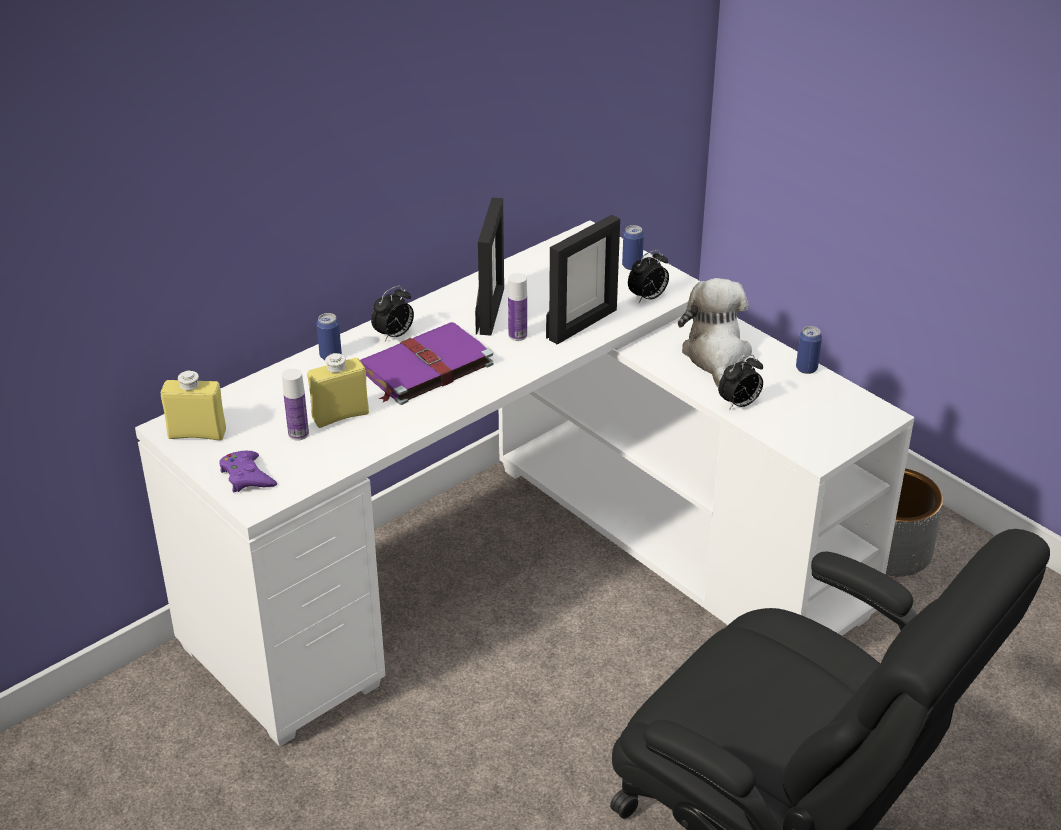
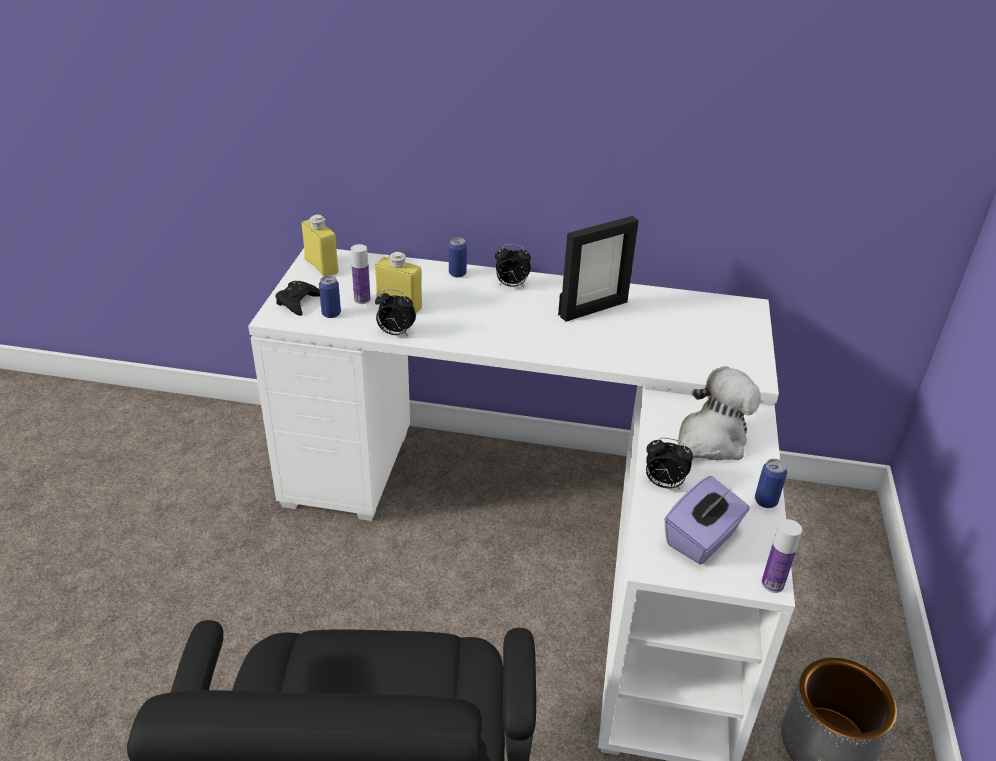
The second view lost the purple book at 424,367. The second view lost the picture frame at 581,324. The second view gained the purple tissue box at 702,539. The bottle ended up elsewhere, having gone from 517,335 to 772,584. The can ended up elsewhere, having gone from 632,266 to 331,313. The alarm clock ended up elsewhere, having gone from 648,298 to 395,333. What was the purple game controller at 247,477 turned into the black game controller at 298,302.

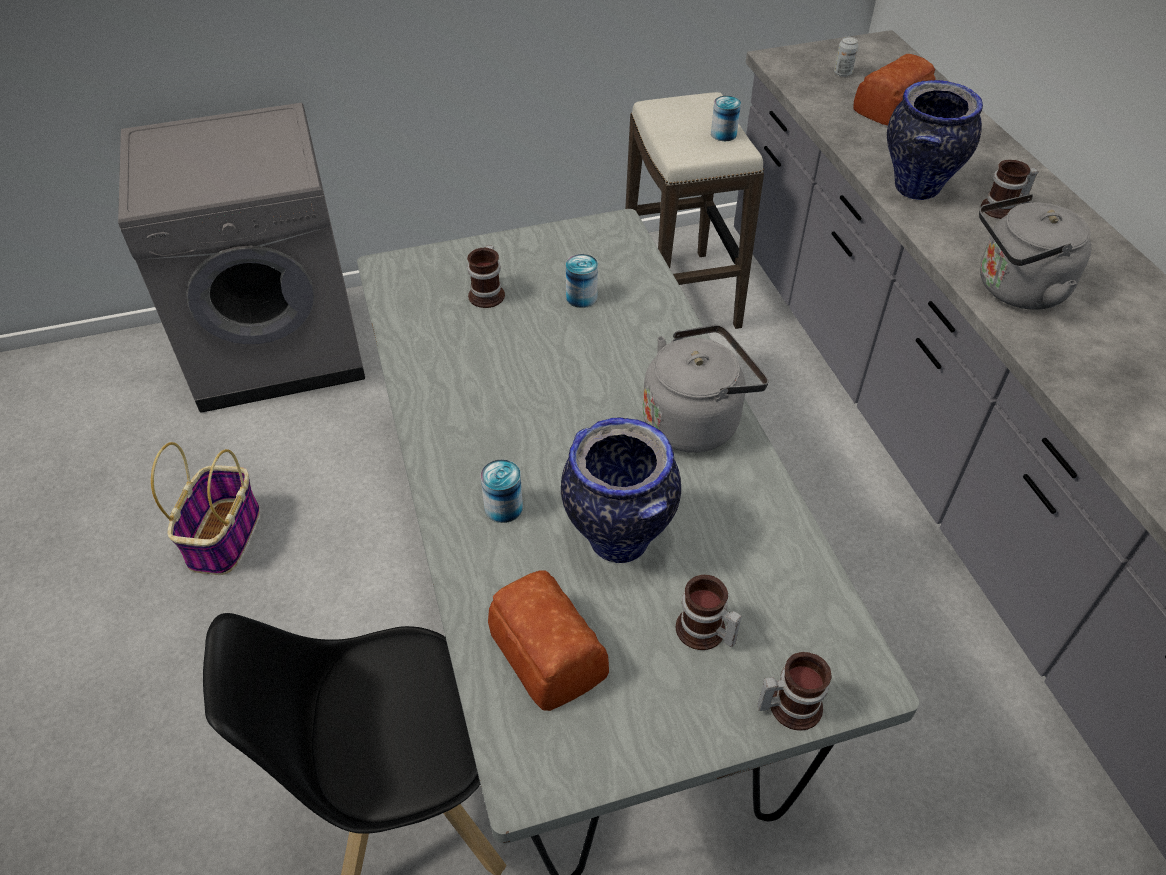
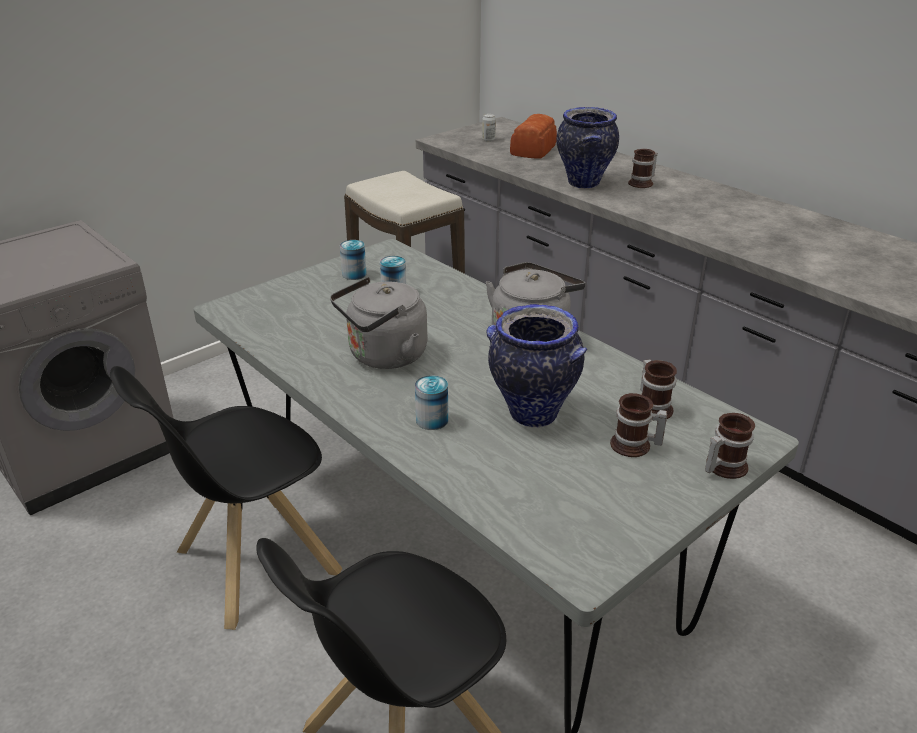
The second view lost the basket at 224,535. The second view lost the bread at 547,655. The second view gained the black chair at 253,563. The mug ended up elsewhere, having gone from 489,293 to 653,407. The can ended up elsewhere, having gone from 723,134 to 354,274. The grey kettle ended up elsewhere, having gone from 1015,289 to 384,356.

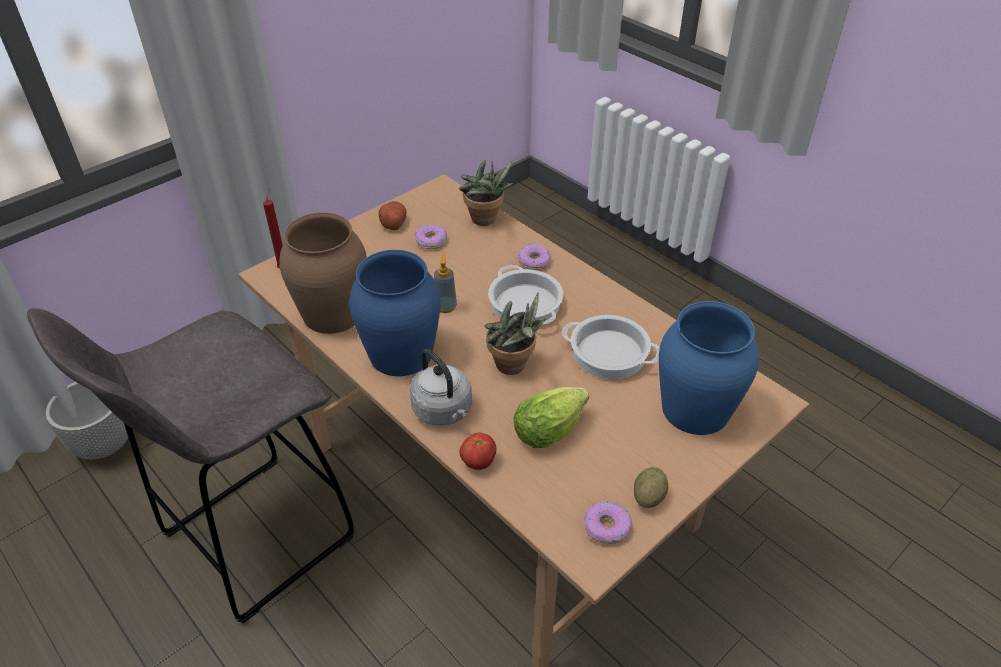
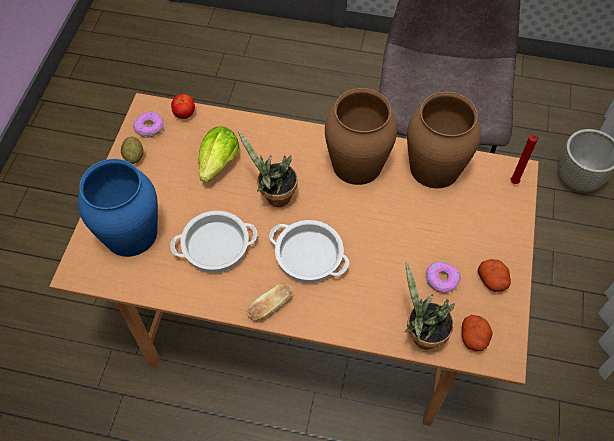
The second view lost the grey kettle at 444,411. The second view lost the soap dispenser at 445,307. The second view lost the donut at 534,261. The second view gained the bread at 270,306. The second view gained the potato at 474,338. The tomato ended up elsewhere, having gone from 478,462 to 184,114. What was the blue vase at 401,354 turned into the brown vase at 356,164.

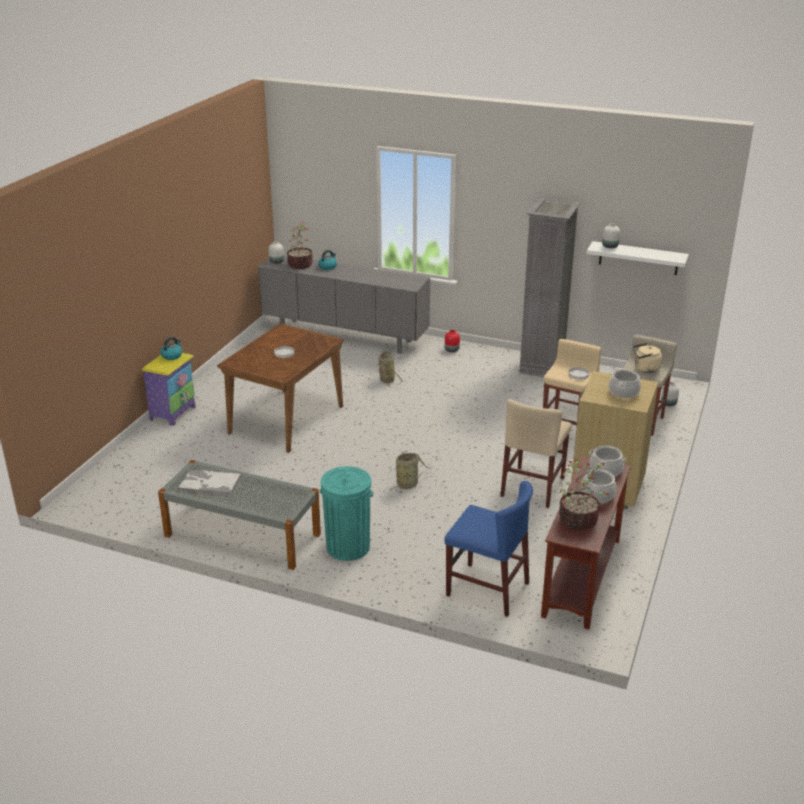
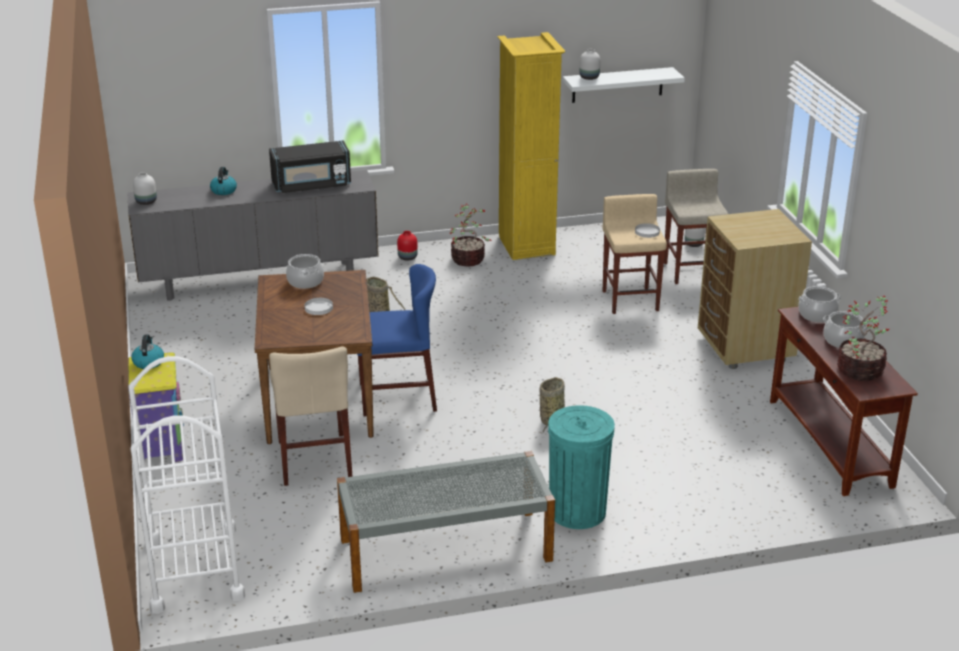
The second view lost the tray at 209,482. The second view lost the beige kettle at 645,369. The second view gained the white cart at 194,568. The second view gained the black microwave at 311,185. The potted plant ended up elsewhere, having gone from 300,265 to 469,260. The blue chair ended up elsewhere, having gone from 487,589 to 397,397. The beige chair ended up elsewhere, having gone from 533,486 to 314,459. The cooking pot ended up elsewhere, having gone from 623,392 to 305,281. What was the grey cabinet at 542,367 turned into the yellow cabinet at 527,246.

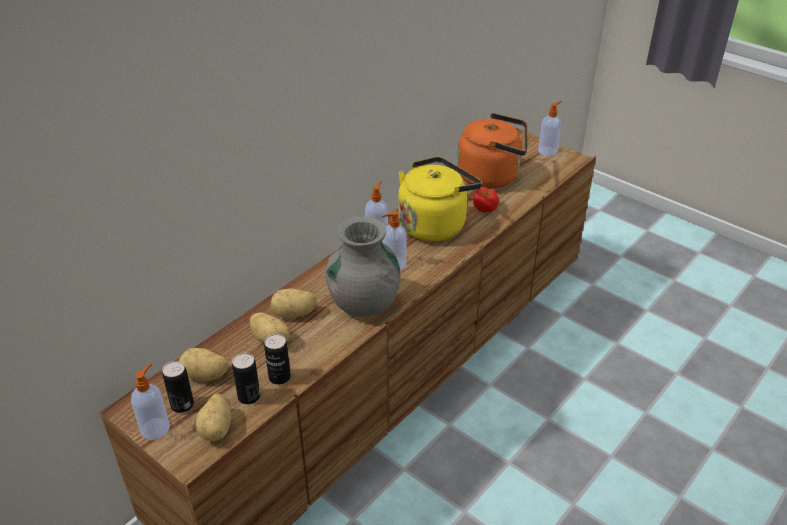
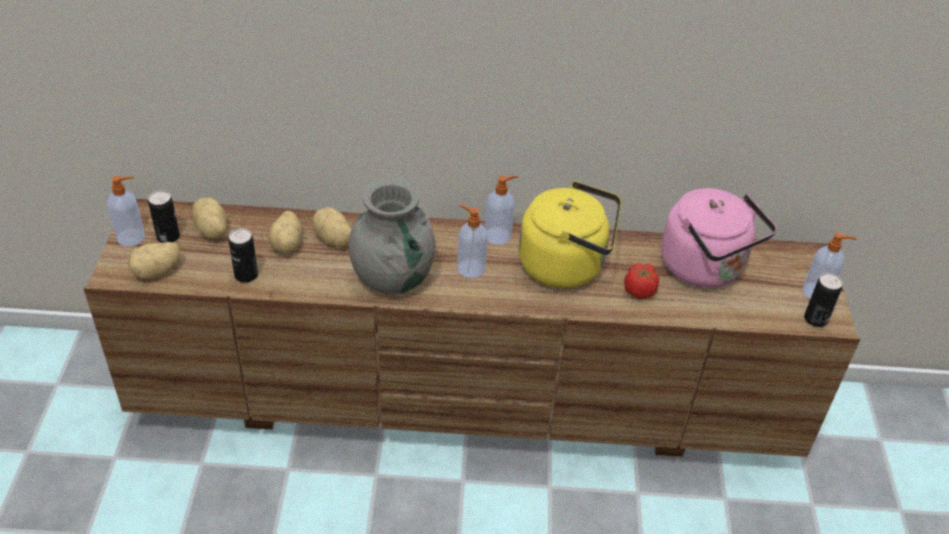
The can ended up elsewhere, having gone from 249,396 to 815,319. What was the orange kettle at 492,176 turned into the pink kettle at 706,268.

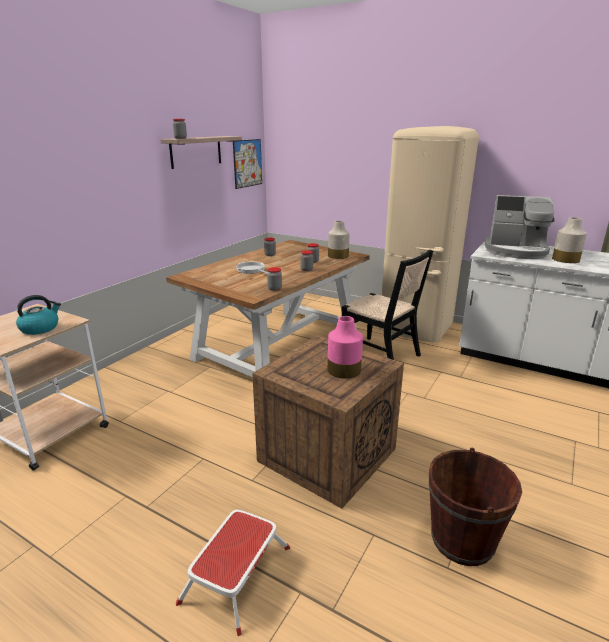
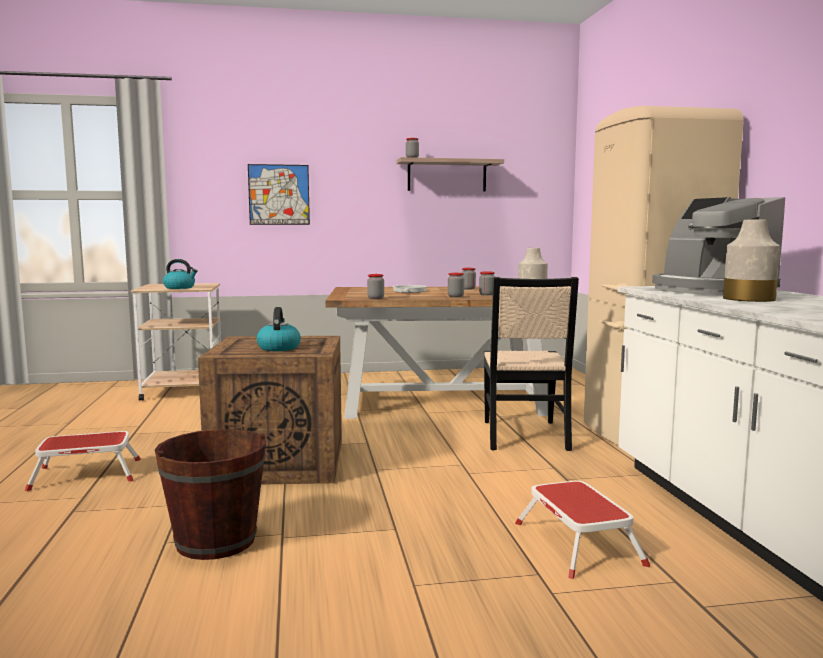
The second view gained the red step ladder at 577,543. The picture ended up elsewhere, having gone from 247,163 to 279,194. Where the pink vase stood at 344,370, the kettle came to stand at 278,348.

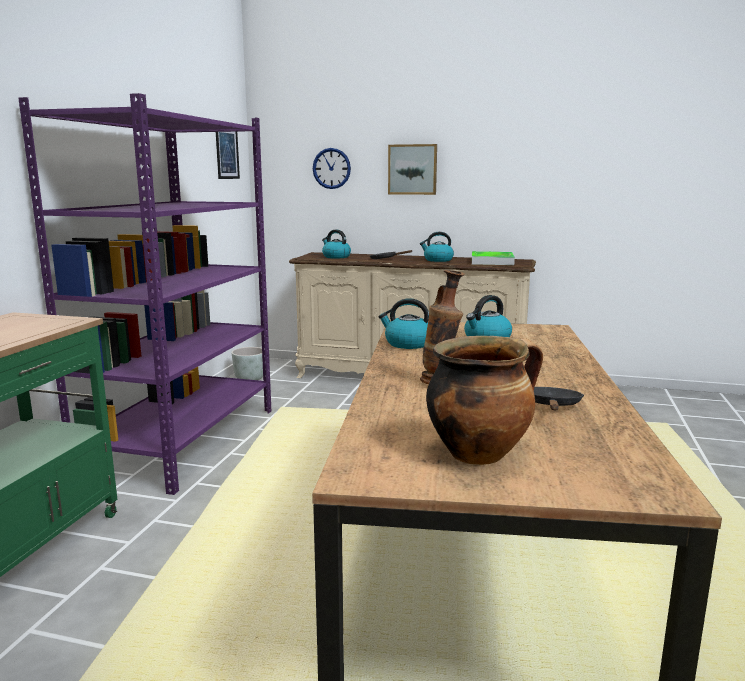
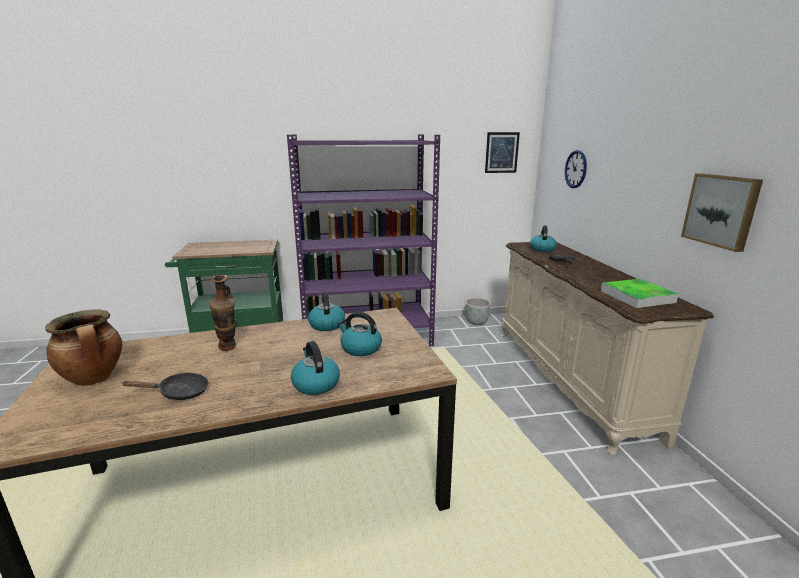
The picture ended up elsewhere, having gone from 412,169 to 721,210. The kettle ended up elsewhere, having gone from 437,260 to 315,384.

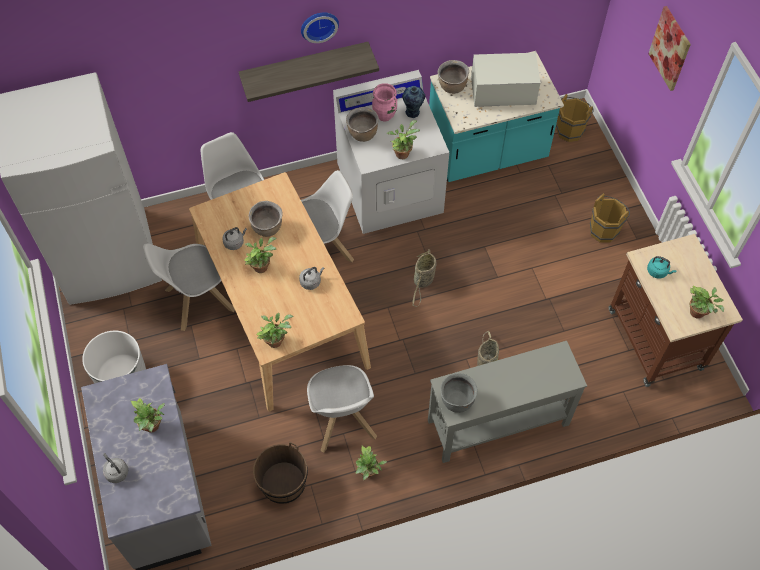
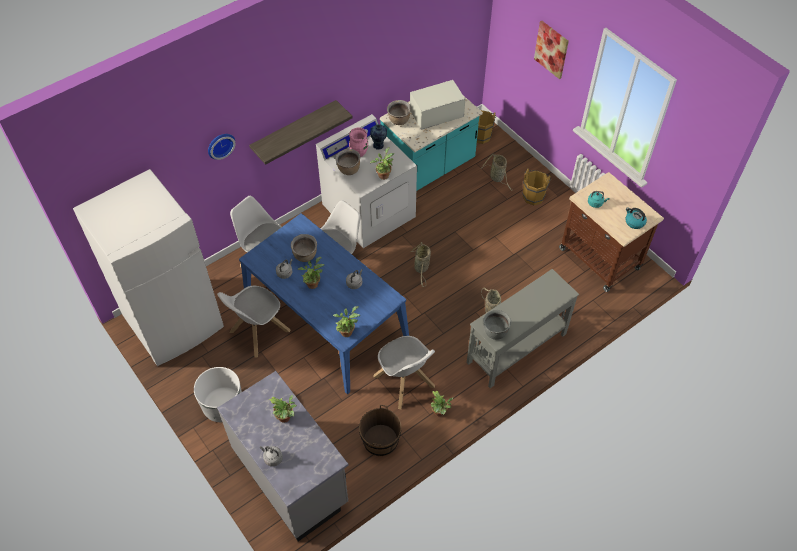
The second view gained the basket at 497,178. The wall clock ended up elsewhere, having gone from 318,25 to 220,144. Where the potted plant stood at 699,313, the kettle came to stand at 634,222. What was the beige dining table at 282,310 turned into the blue dining table at 326,320.

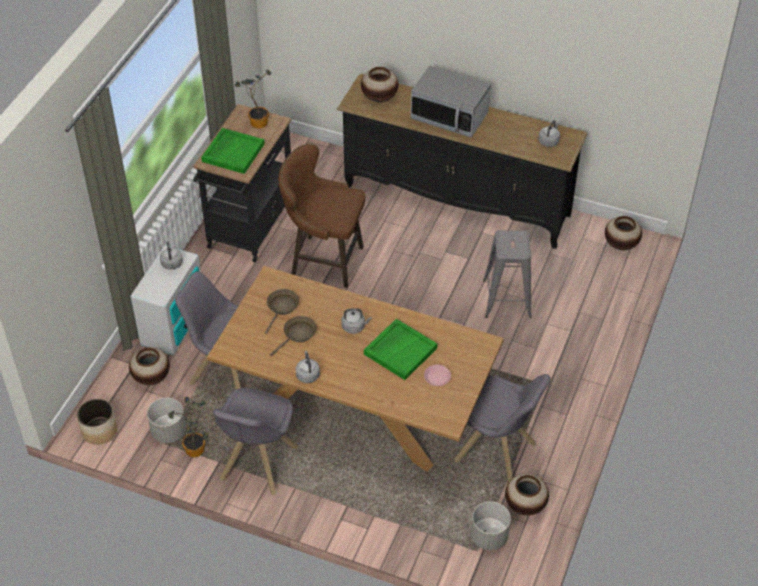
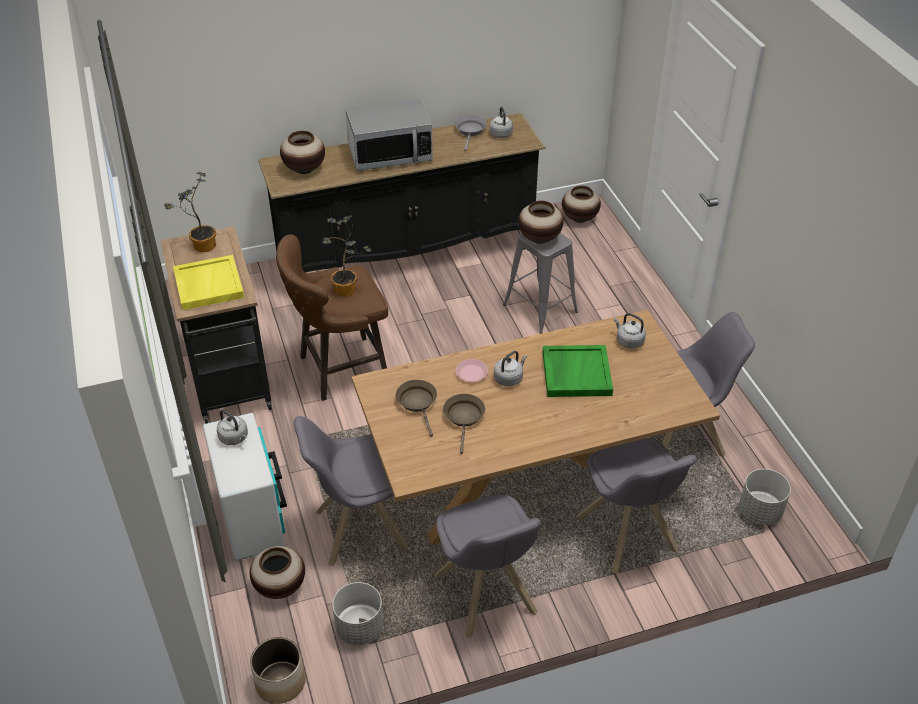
The second view gained the grey frying pan at 470,131. The second view gained the grey chair at 627,534. The potted plant ended up elsewhere, having gone from 196,451 to 348,290. The grey kettle ended up elsewhere, having gone from 307,374 to 628,341. The pink plate ended up elsewhere, having gone from 437,377 to 471,373. The vase ended up elsewhere, having gone from 525,505 to 539,239. What was the green tray at 233,152 turned into the yellow tray at 208,284.

